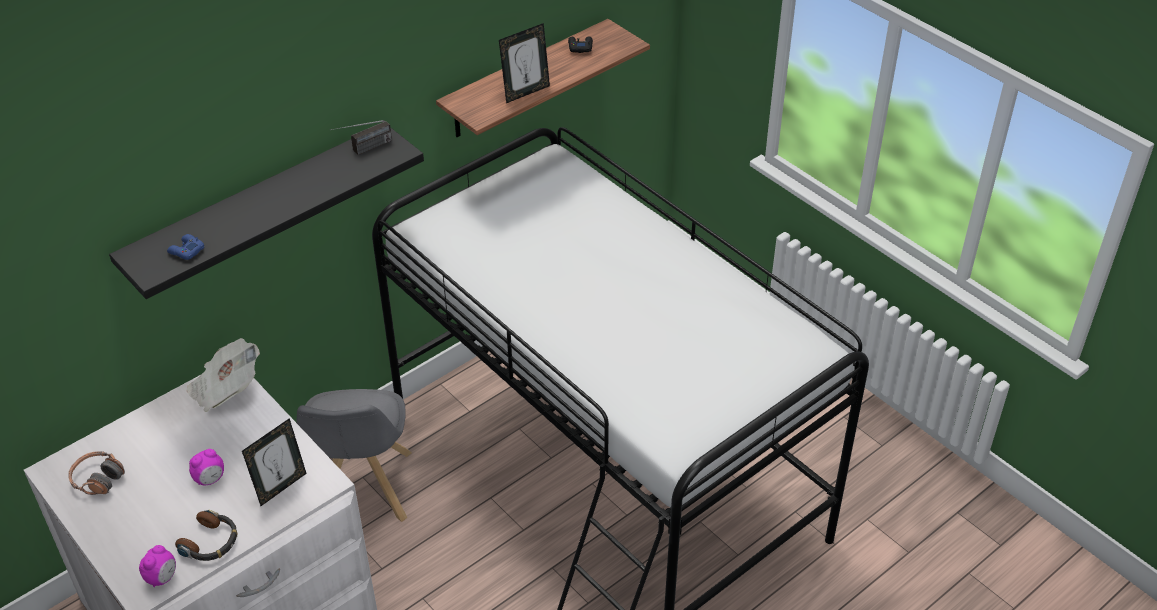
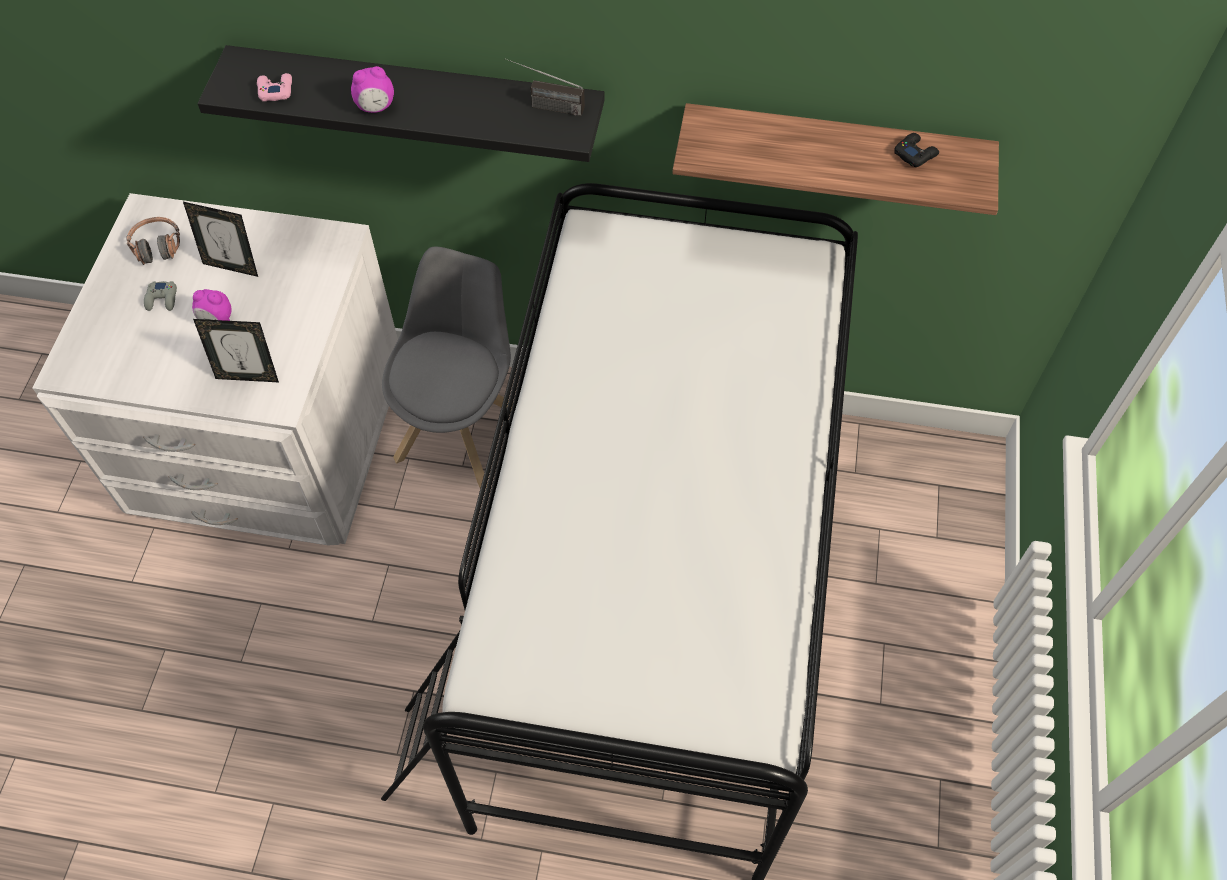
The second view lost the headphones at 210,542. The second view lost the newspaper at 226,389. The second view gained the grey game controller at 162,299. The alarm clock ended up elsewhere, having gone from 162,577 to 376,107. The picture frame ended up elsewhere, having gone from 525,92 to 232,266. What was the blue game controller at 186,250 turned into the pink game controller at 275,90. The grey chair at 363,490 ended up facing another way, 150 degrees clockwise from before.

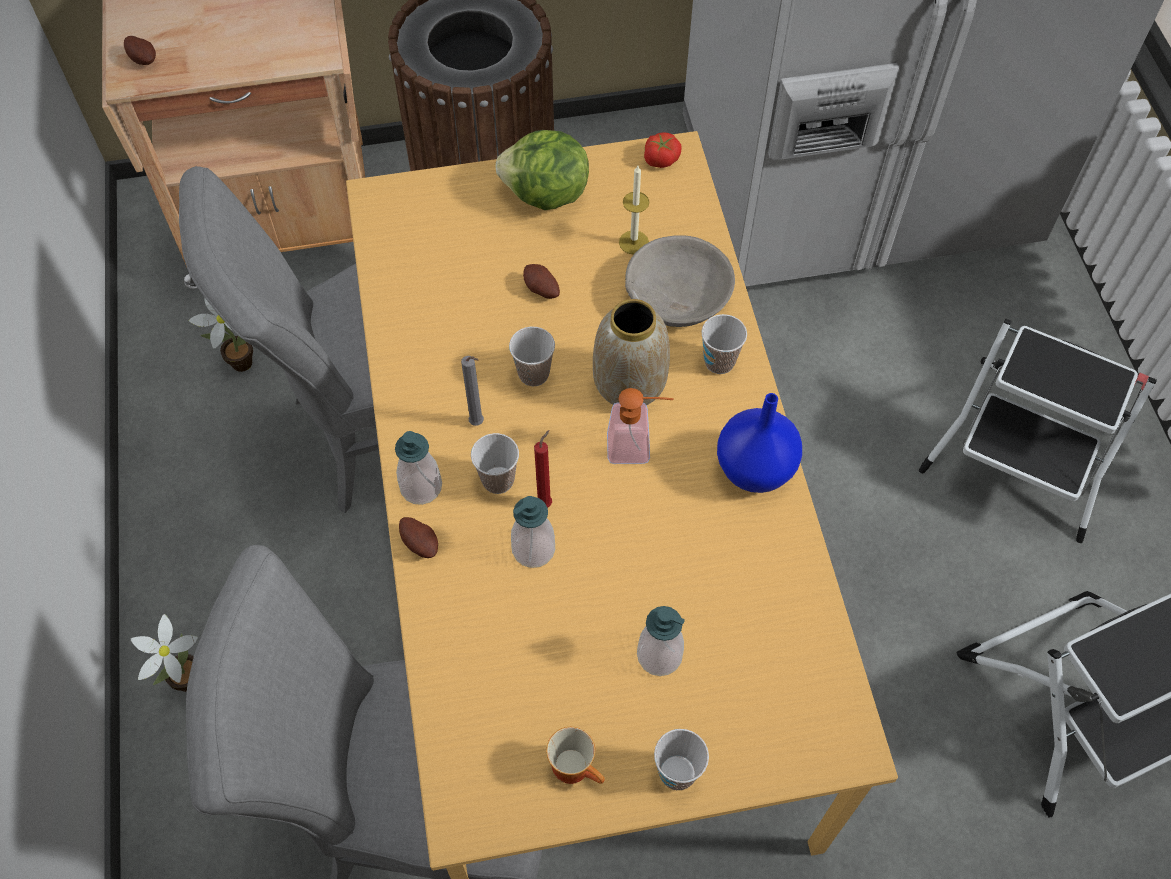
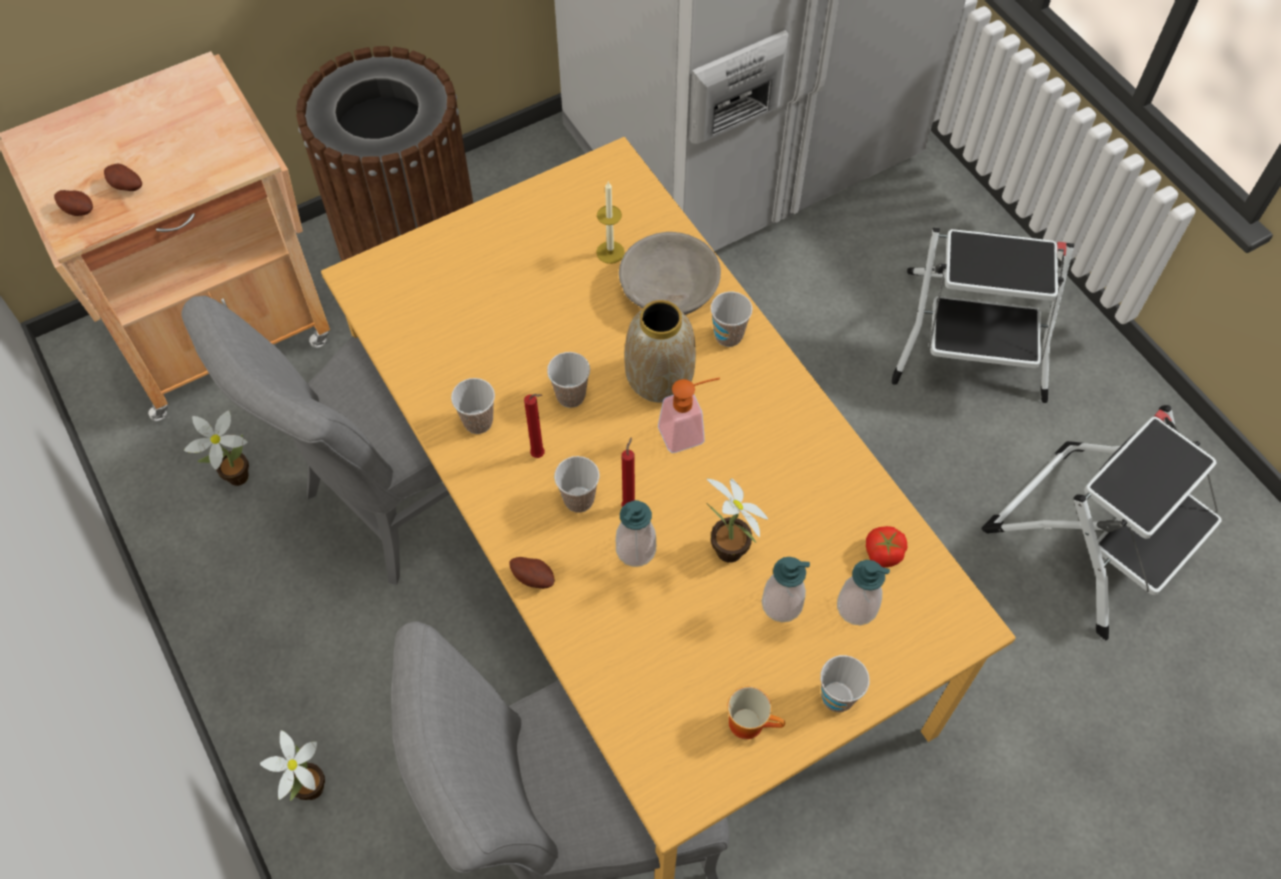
The second view lost the lettuce at 546,195. The second view lost the blue vase at 755,471. The second view gained the cup at 478,422. The second view gained the potted plant at 731,555. The soap dispenser ended up elsewhere, having gone from 421,487 to 857,607. The potato ended up elsewhere, having gone from 541,290 to 126,187. The tomato ended up elsewhere, having gone from 660,158 to 883,552. What was the grey candle at 478,424 turned into the red candle at 540,455.

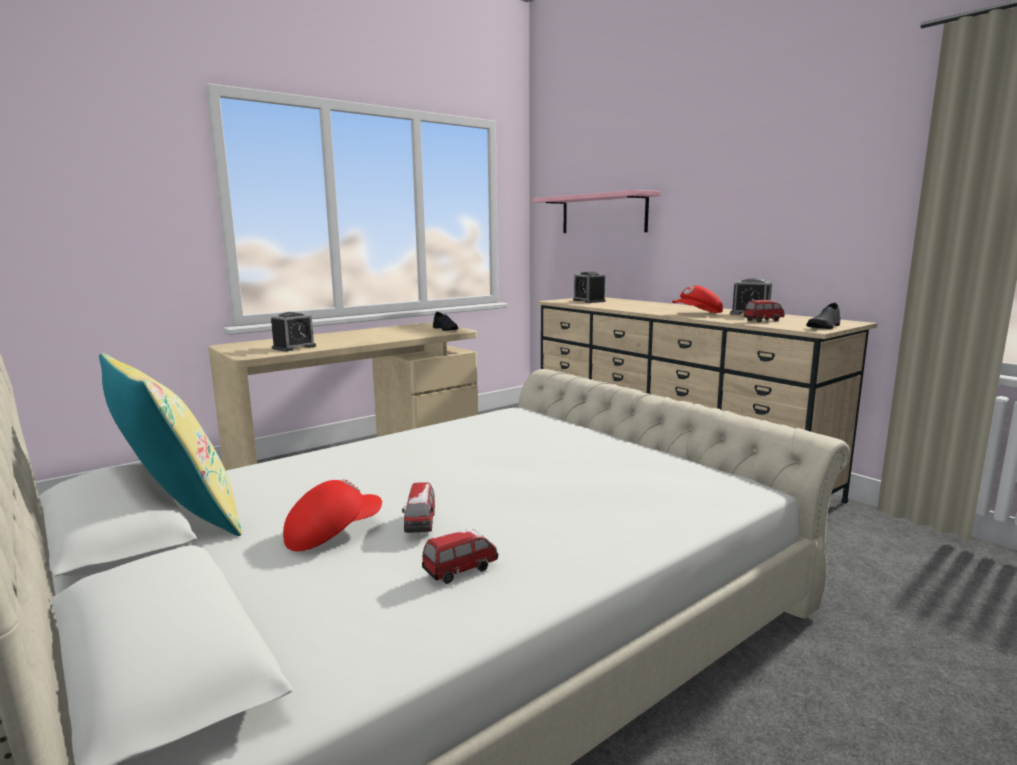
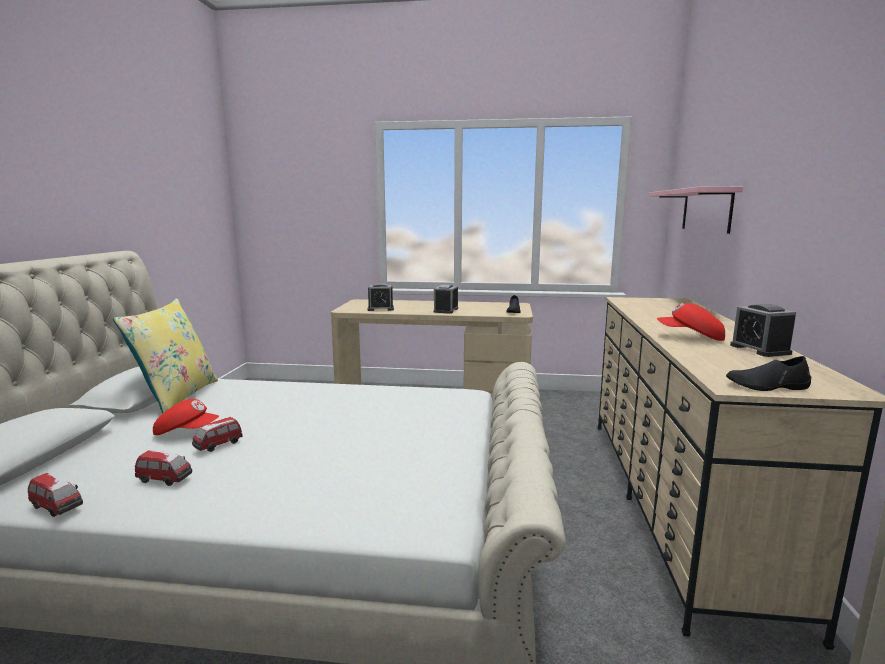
The alarm clock ended up elsewhere, having gone from 589,301 to 446,310. The toy car ended up elsewhere, having gone from 763,320 to 57,507.

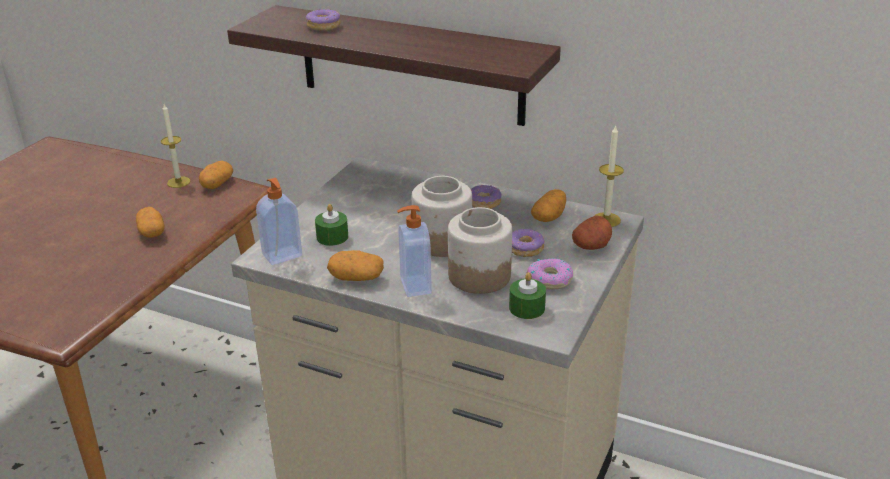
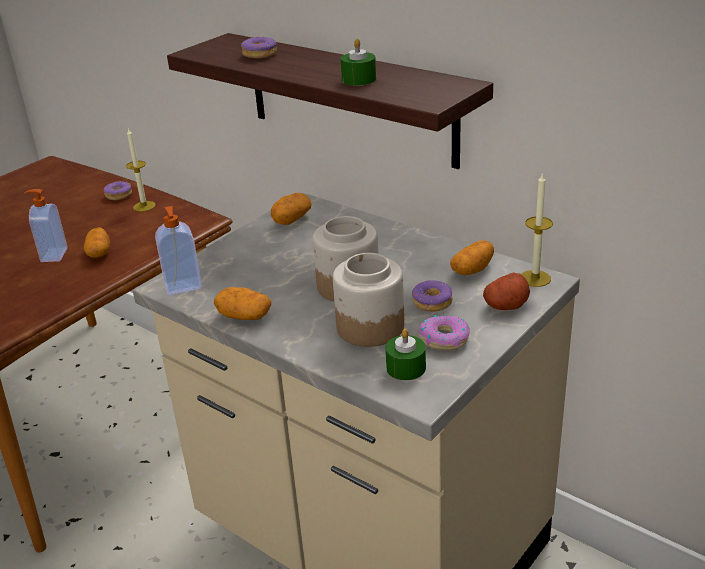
The potato ended up elsewhere, having gone from 217,184 to 291,219. The green candle ended up elsewhere, having gone from 332,237 to 359,79. The soap dispenser ended up elsewhere, having gone from 414,286 to 53,255. The donut ended up elsewhere, having gone from 484,203 to 118,195.

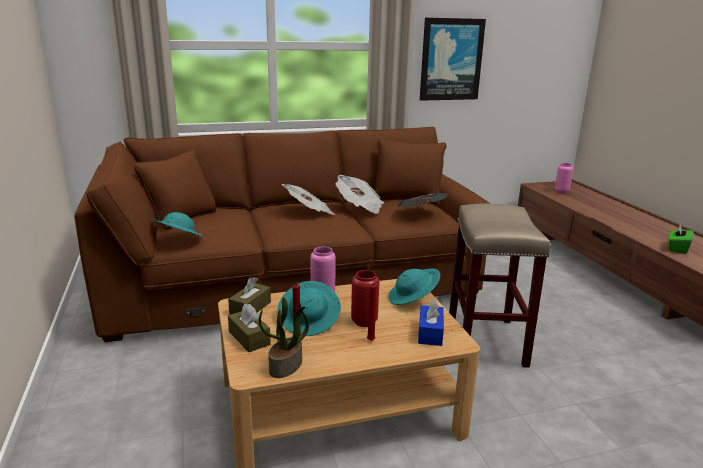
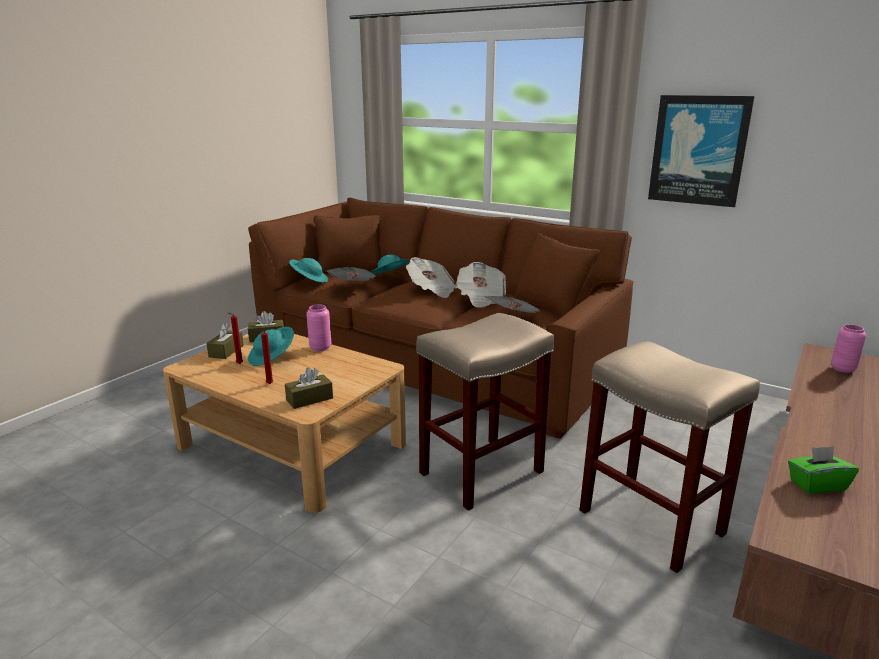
The second view lost the potted plant at 286,366. The second view lost the red vase at 364,321. The second view gained the newspaper at 353,287. The second view gained the beige stool at 653,522. The turquoise hat ended up elsewhere, having gone from 413,299 to 390,276. What was the blue tissue box at 430,333 turned into the brown tissue box at 309,399.

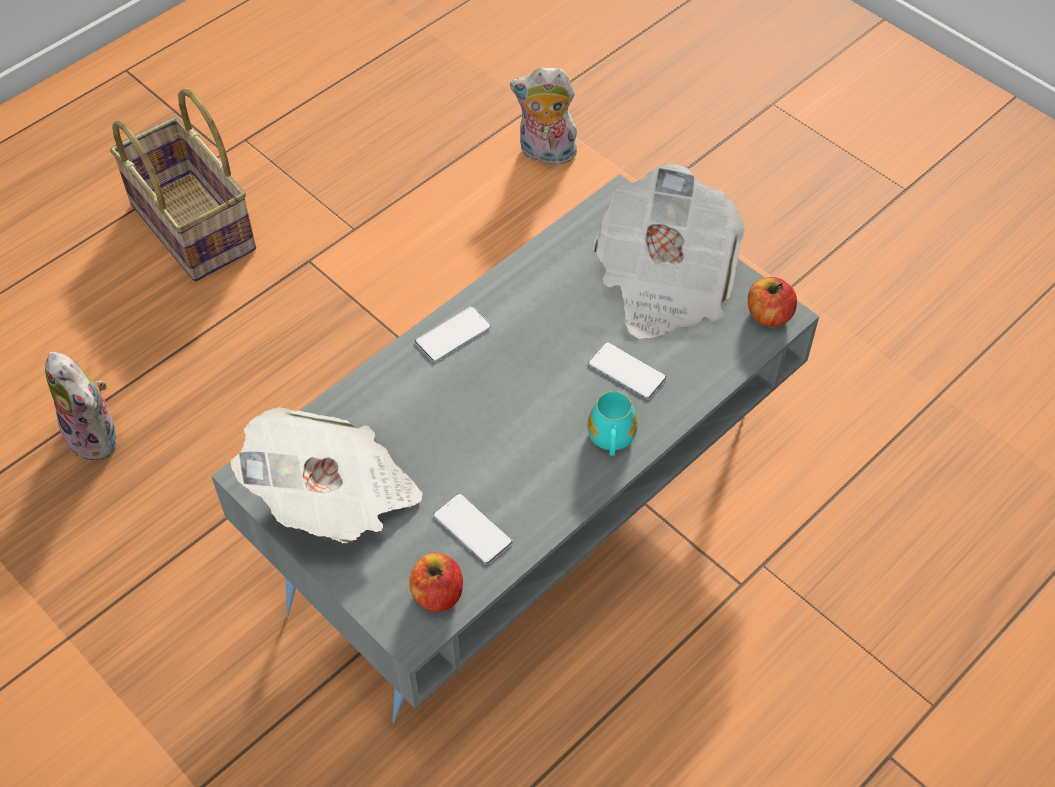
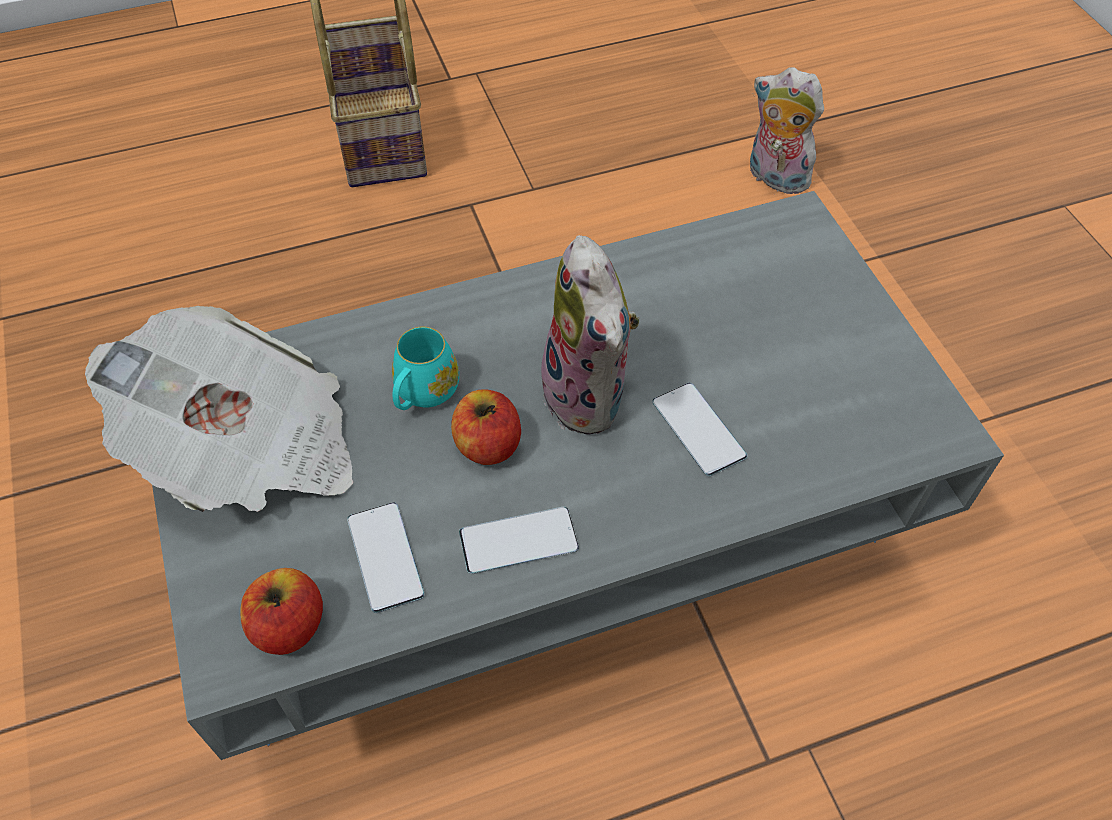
The second view lost the newspaper at 663,282. The plush toy ended up elsewhere, having gone from 97,436 to 590,396. The phone ended up elsewhere, having gone from 453,334 to 518,541. The turquoise mug ended up elsewhere, having gone from 611,440 to 423,394. The apple ended up elsewhere, having gone from 768,315 to 487,445.

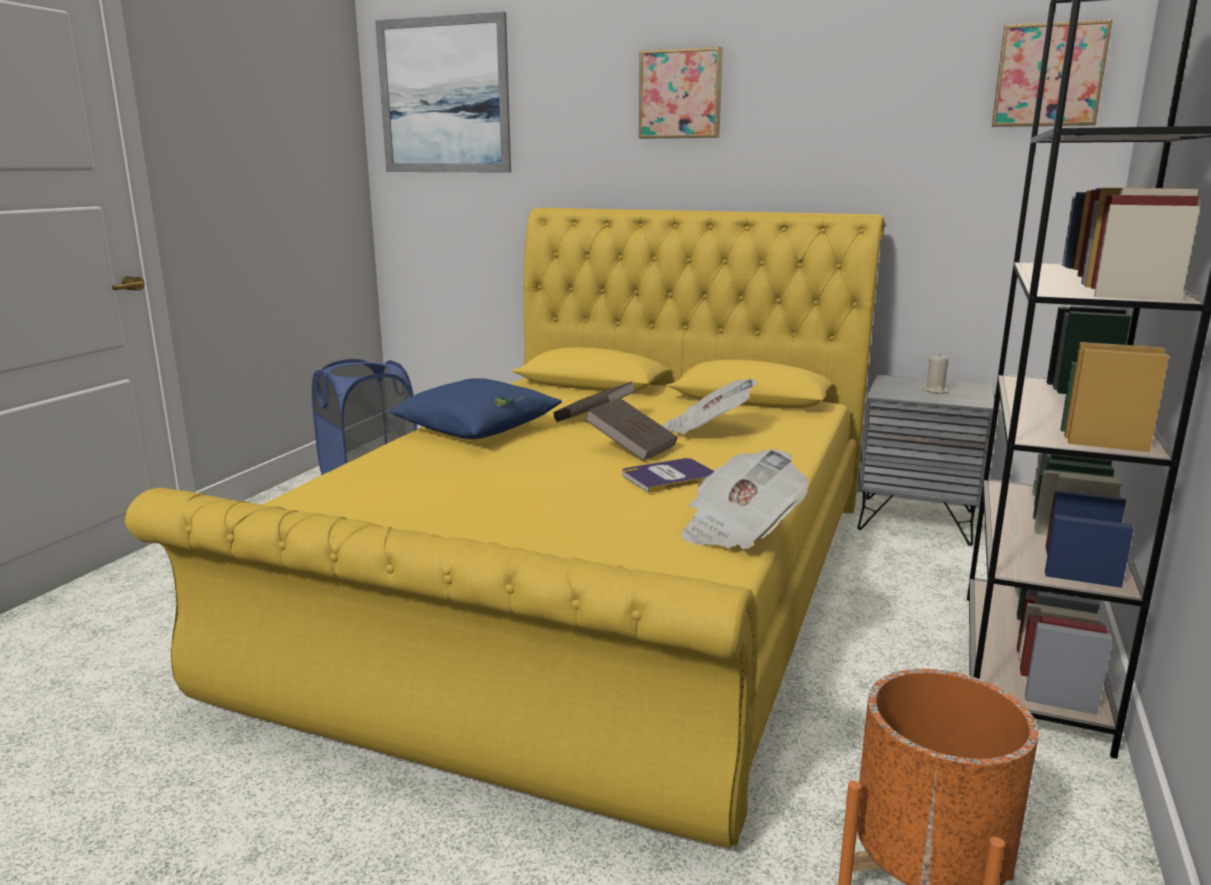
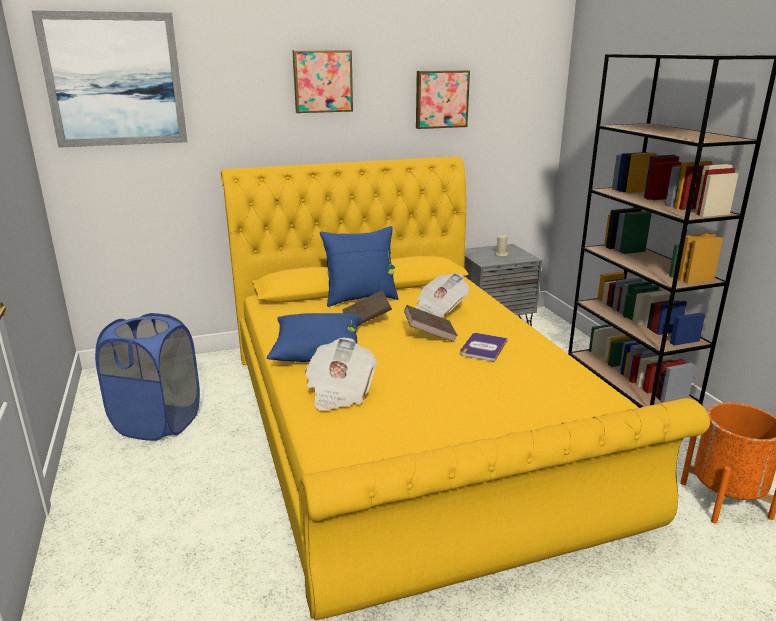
The second view gained the blue pillow at 360,299. The newspaper ended up elsewhere, having gone from 738,530 to 339,392. The picture ended up elsewhere, having gone from 1049,75 to 441,99.

